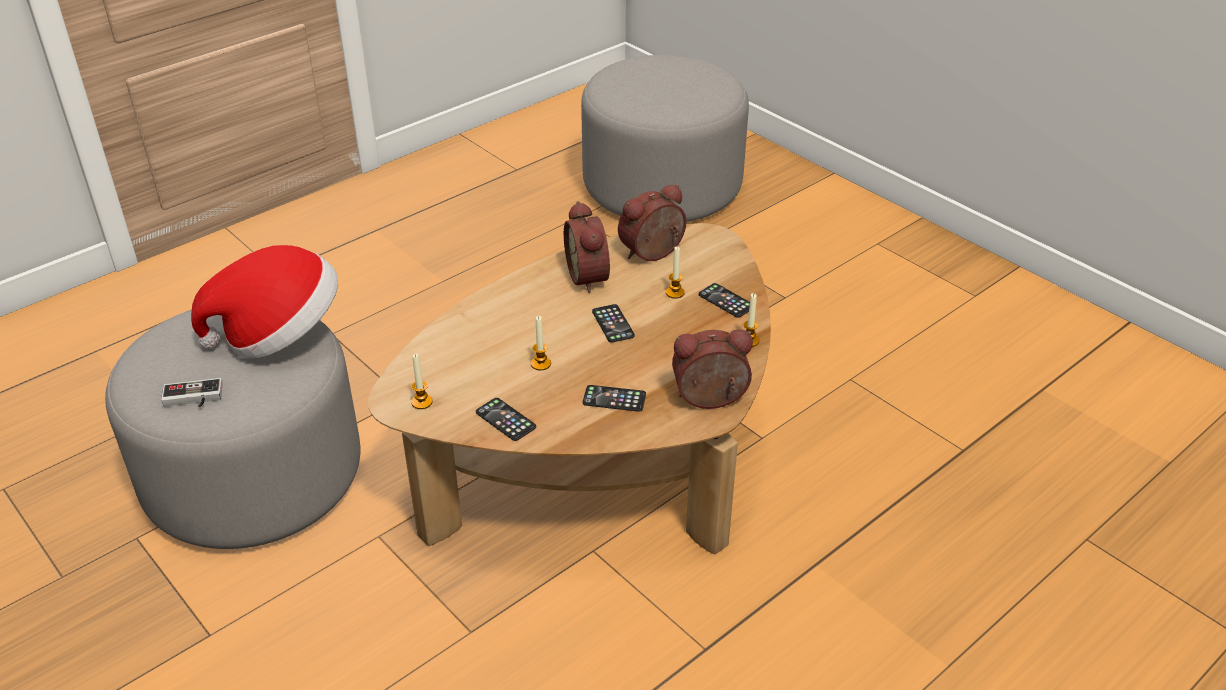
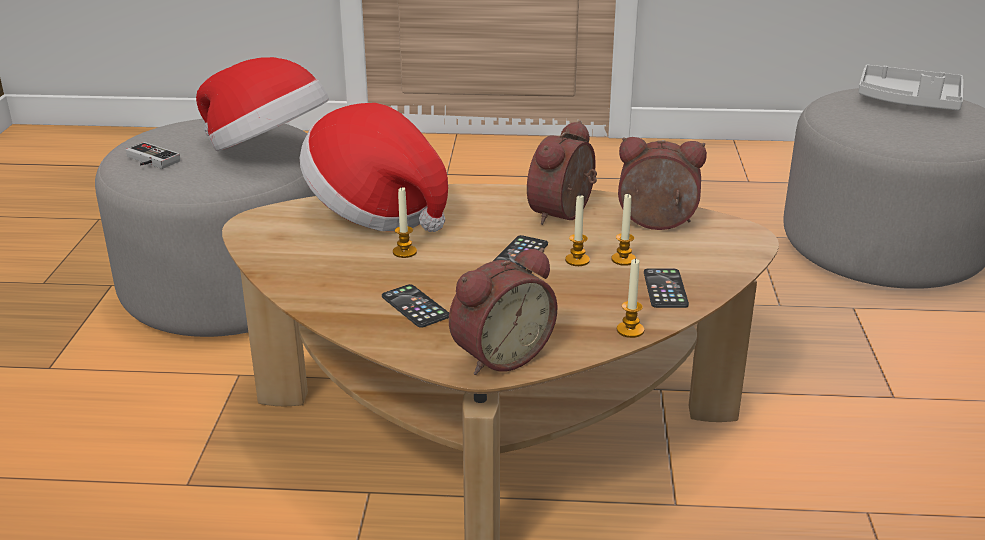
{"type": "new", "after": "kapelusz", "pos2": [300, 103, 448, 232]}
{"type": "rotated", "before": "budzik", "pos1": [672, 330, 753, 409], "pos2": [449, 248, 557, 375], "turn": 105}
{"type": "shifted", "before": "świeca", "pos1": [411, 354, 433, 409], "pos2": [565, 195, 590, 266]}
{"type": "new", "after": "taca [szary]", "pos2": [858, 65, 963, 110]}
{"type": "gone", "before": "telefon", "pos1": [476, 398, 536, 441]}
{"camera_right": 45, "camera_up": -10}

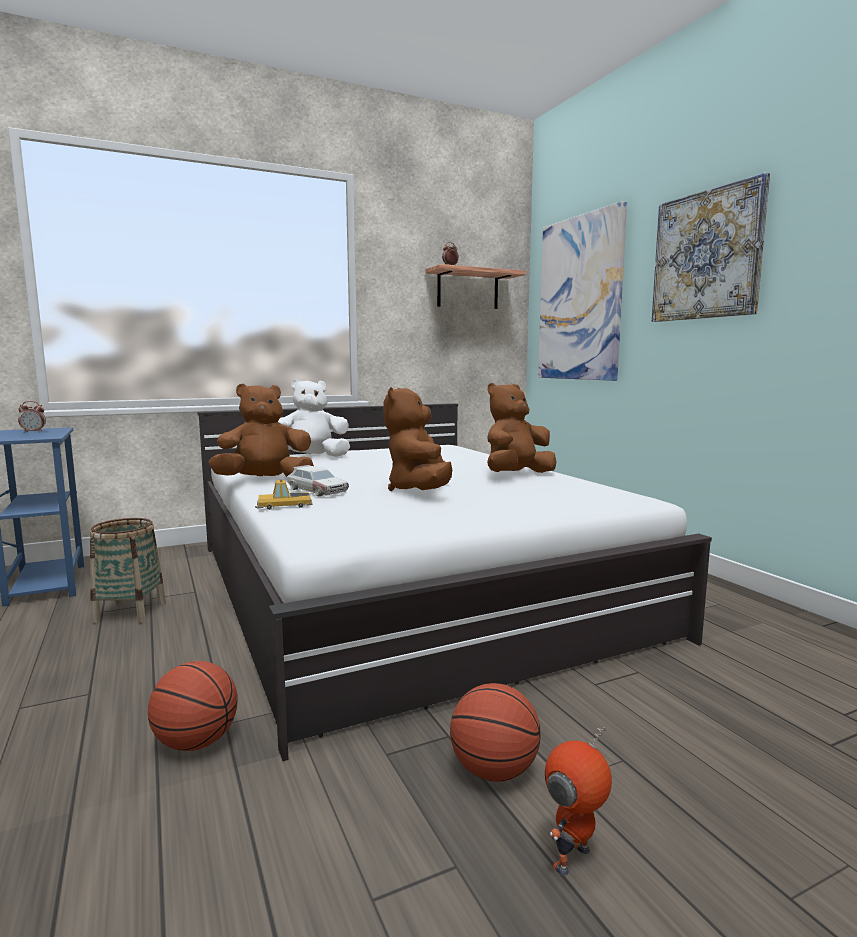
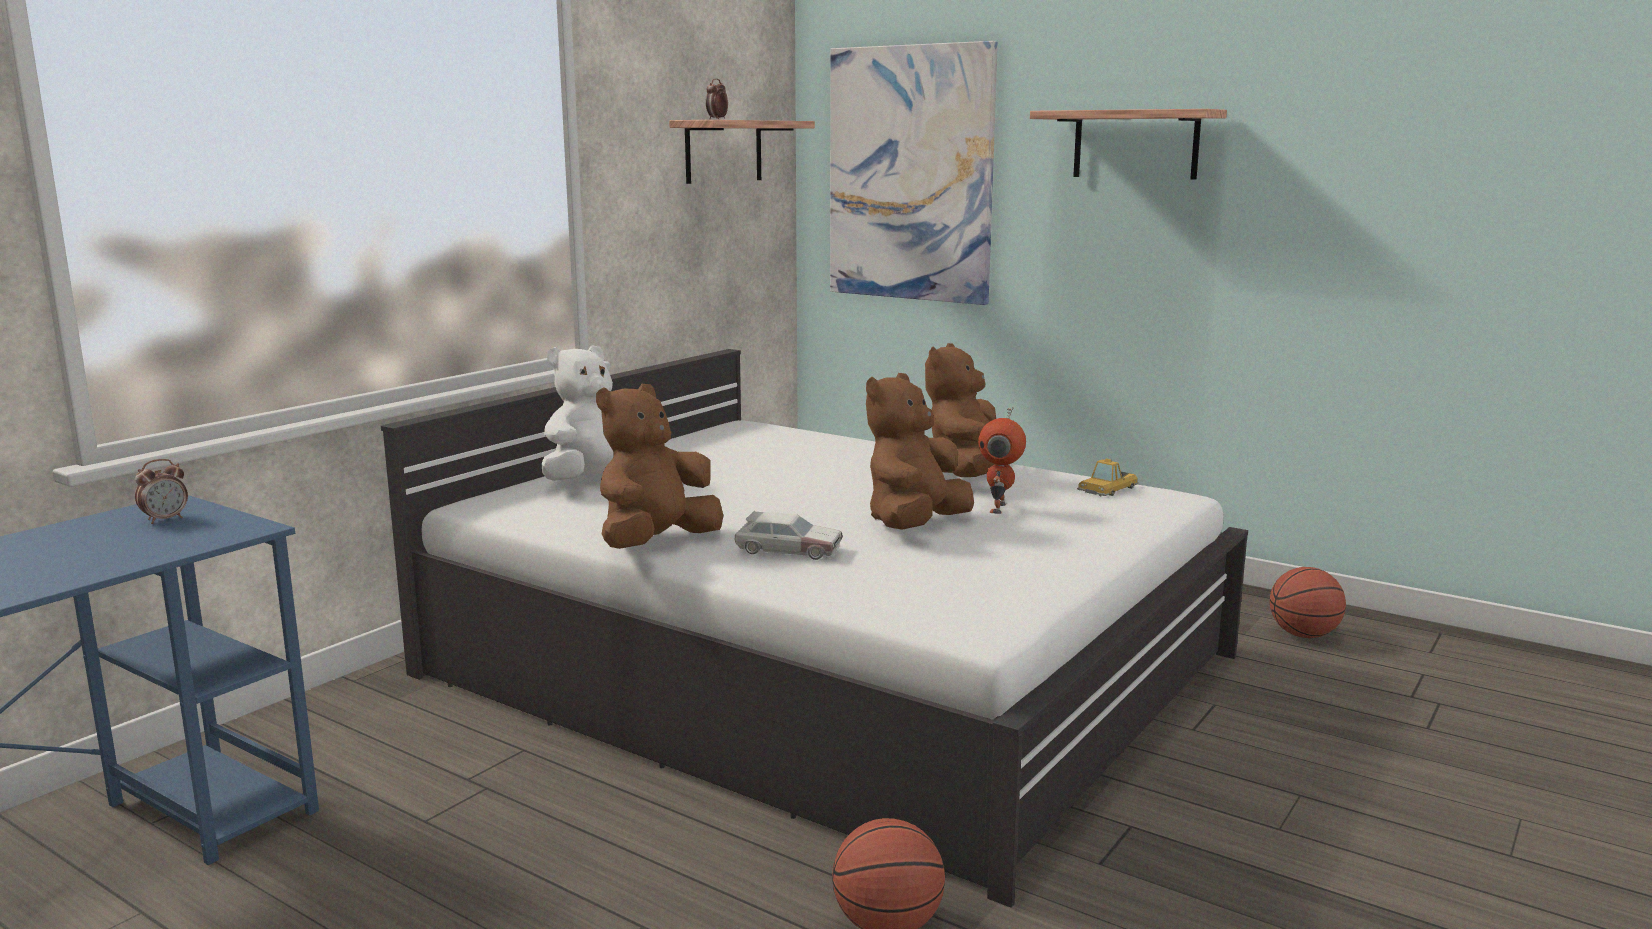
{"type": "rotated", "before": "pluszak [brązowy]", "pos1": [383, 387, 452, 491], "pos2": [866, 373, 974, 530], "turn": 60}
{"type": "shifted", "before": "robot zabawkowy", "pos1": [545, 727, 612, 876], "pos2": [978, 407, 1026, 514]}
{"type": "swapped", "before": "obraz", "after": "półka", "pos1": [652, 172, 770, 322], "pos2": [1030, 109, 1227, 179]}
{"type": "shifted", "before": "samochodzik", "pos1": [255, 479, 312, 510], "pos2": [1077, 458, 1139, 496]}
{"type": "shifted", "before": "piłka do koszykówki", "pos1": [450, 683, 541, 782], "pos2": [1270, 567, 1346, 638]}
{"type": "gone", "before": "koszyk", "pos1": [90, 518, 166, 623]}
{"camera_right": -30, "camera_up": 5}

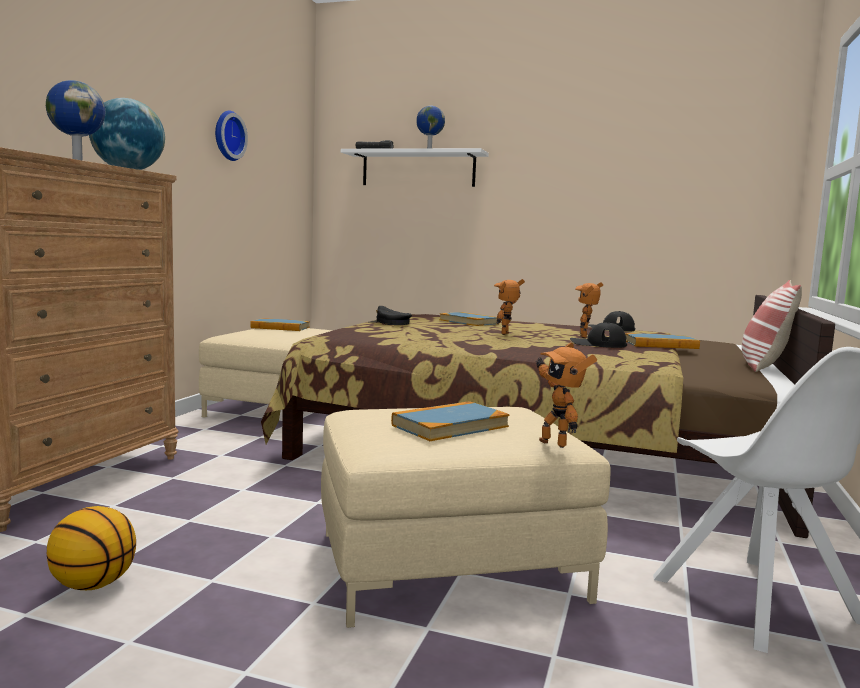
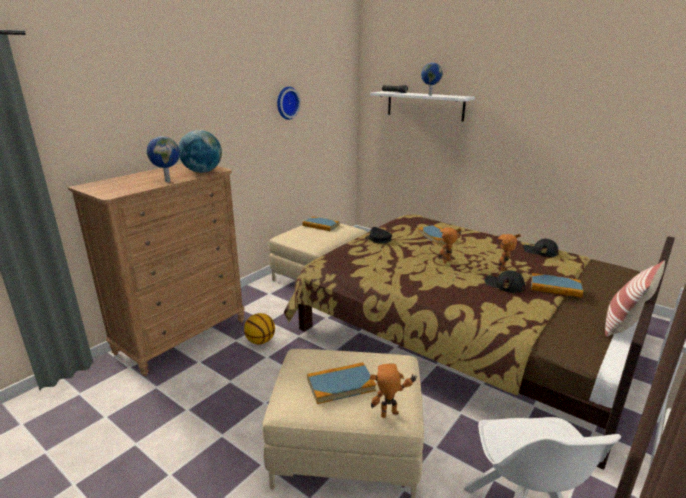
{"type": "shifted", "before": "piłka do koszykówki", "pos1": [47, 506, 136, 590], "pos2": [244, 313, 275, 345]}
{"type": "rotated", "before": "robot zabawkowy", "pos1": [536, 342, 597, 448], "pos2": [370, 363, 417, 418], "turn": 90}
{"camera_right": 20, "camera_up": 15}

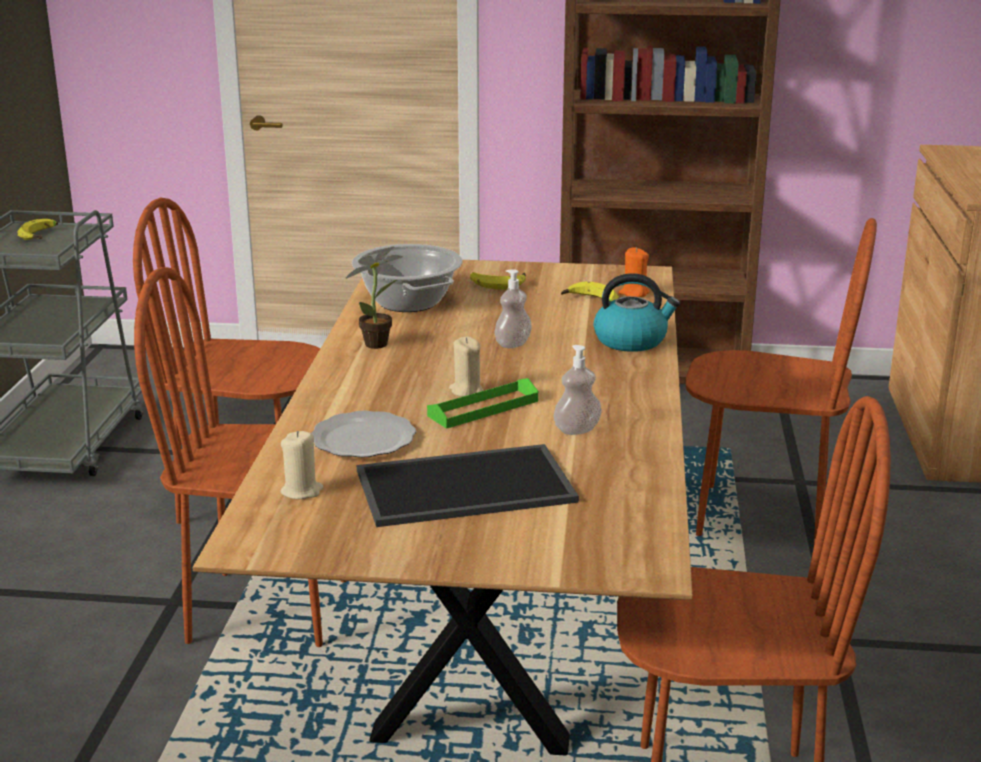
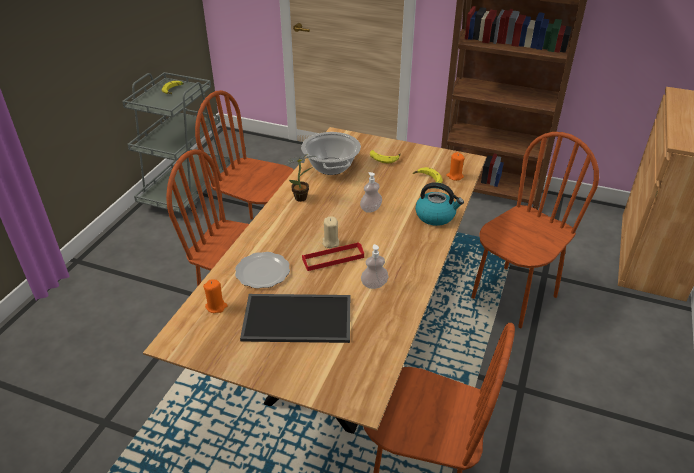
{"type": "repainted", "before": "świeca [beżowy]", "after": "świeca [pomarańczowy]", "pos1": [280, 431, 323, 499], "pos2": [203, 280, 228, 313]}
{"type": "repainted", "before": "taca [zielony]", "after": "taca [czerwony]", "pos1": [427, 378, 538, 429], "pos2": [302, 242, 364, 271]}
{"type": "rotated", "before": "krzesło [brązowy]", "pos1": [686, 218, 877, 544], "pos2": [471, 132, 599, 328], "turn": -75}
{"camera_right": 15, "camera_up": 15}

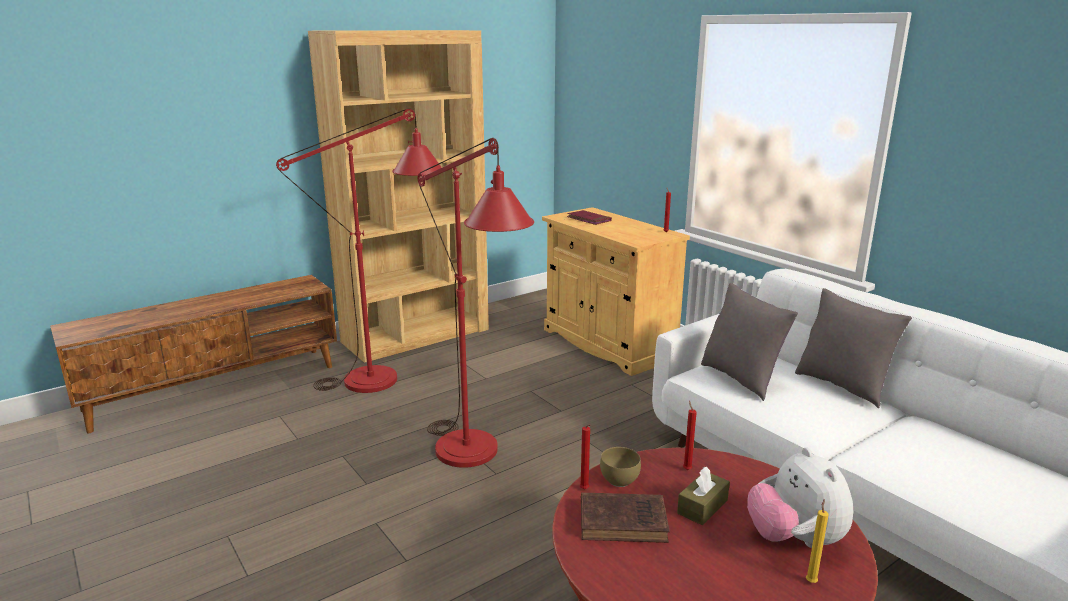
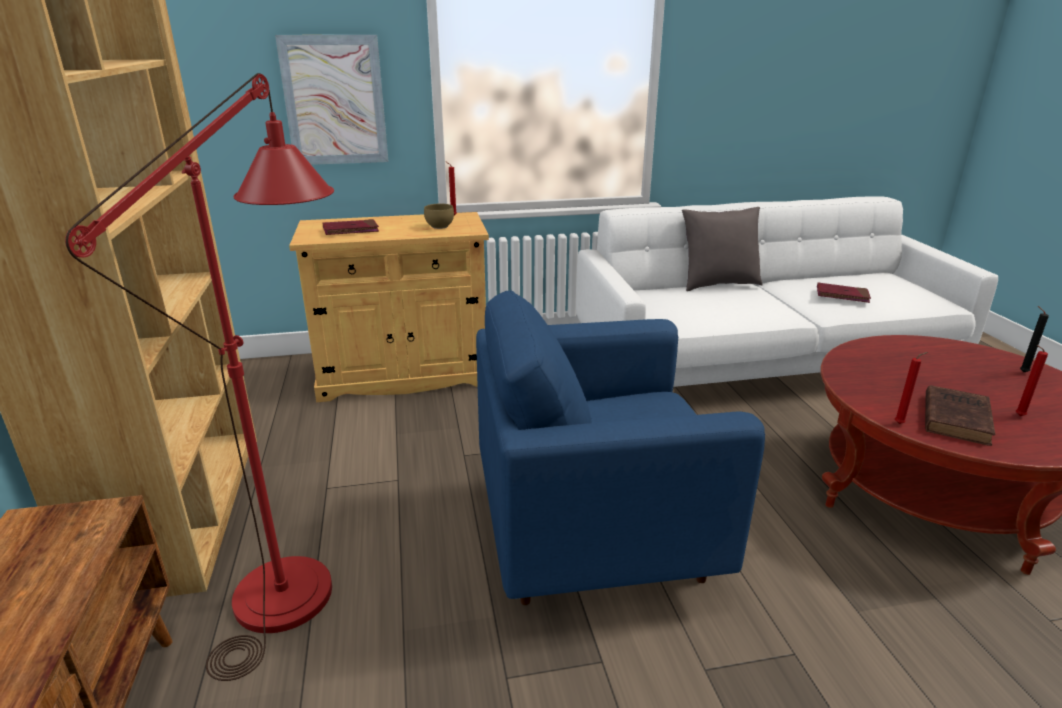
{"type": "new", "after": "obraz", "pos2": [275, 35, 389, 165]}
{"type": "shifted", "before": "miska [brązowy]", "pos1": [600, 447, 641, 487], "pos2": [424, 204, 454, 229]}
{"type": "swapped", "before": "lampa stojąca [czerwony]", "after": "fotel [niebieski]", "pos1": [418, 138, 534, 468], "pos2": [476, 290, 765, 605]}
{"type": "new", "after": "książka [czerwony]", "pos2": [817, 283, 871, 303]}
{"type": "shifted", "before": "świeca [czerwony]", "pos1": [683, 401, 697, 470], "pos2": [1016, 345, 1048, 416]}
{"type": "repainted", "before": "świeca [żółty]", "after": "świeca [czarny]", "pos1": [806, 499, 829, 583], "pos2": [1020, 306, 1049, 372]}
{"type": "gone", "before": "pudełko chusteczek [brązowy]", "pos1": [677, 467, 730, 525]}
{"type": "gone", "before": "poduszka [szary]", "pos1": [701, 283, 798, 401]}
{"type": "gone", "before": "pluszak", "pos1": [747, 447, 853, 548]}
{"camera_right": -65, "camera_up": 5}

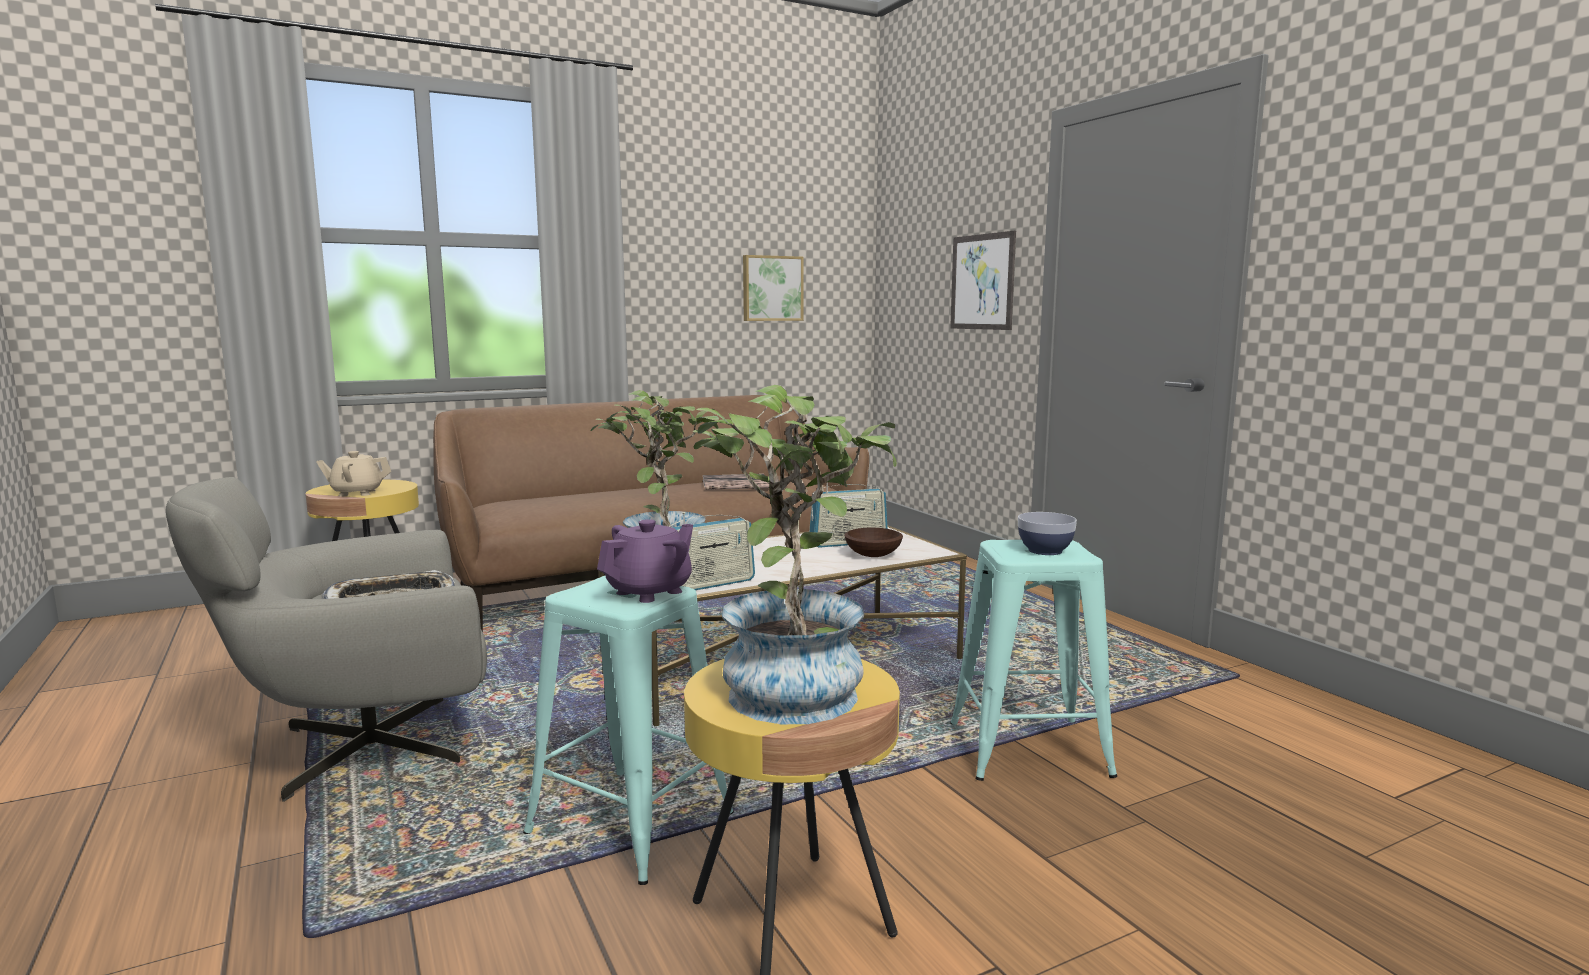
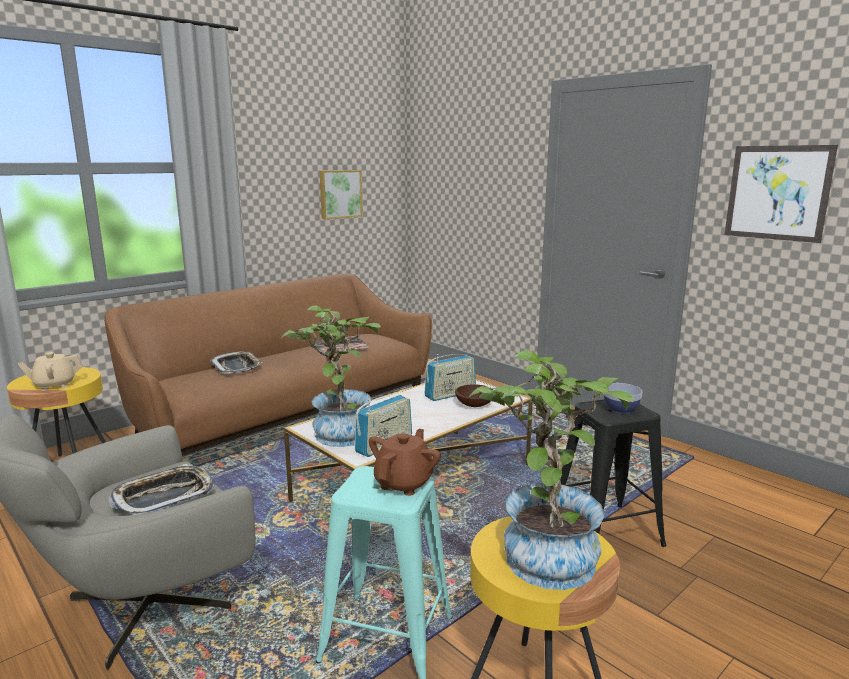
{"type": "new", "after": "taca", "pos2": [210, 351, 263, 374]}
{"type": "repainted", "before": "imbryk [fioletowy]", "after": "imbryk [brązowy]", "pos1": [597, 519, 693, 603], "pos2": [369, 429, 441, 496]}
{"type": "repainted", "before": "stołek [turkusowy]", "after": "stołek [czarny]", "pos1": [950, 540, 1117, 781], "pos2": [560, 399, 667, 547]}
{"type": "shifted", "before": "obraz", "pos1": [950, 231, 1016, 330], "pos2": [725, 145, 838, 243]}
{"camera_right": -15, "camera_up": 5}

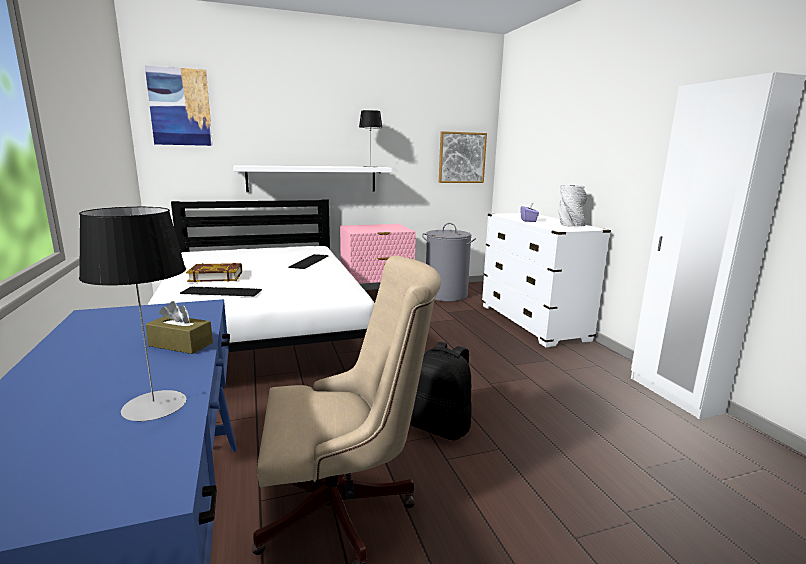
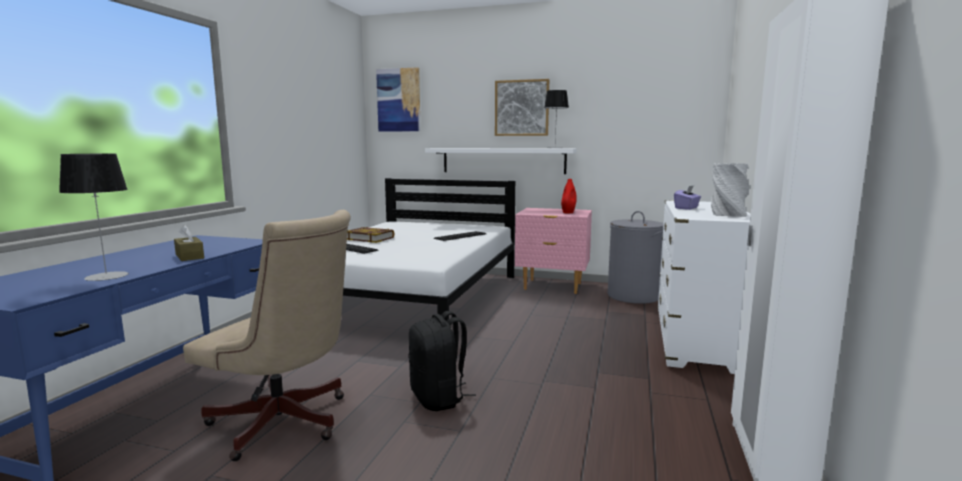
{"type": "shifted", "before": "obraz", "pos1": [439, 131, 487, 183], "pos2": [495, 79, 549, 136]}
{"type": "new", "after": "wazon [czerwony]", "pos2": [561, 179, 577, 214]}
{"camera_right": 35, "camera_up": -5}

